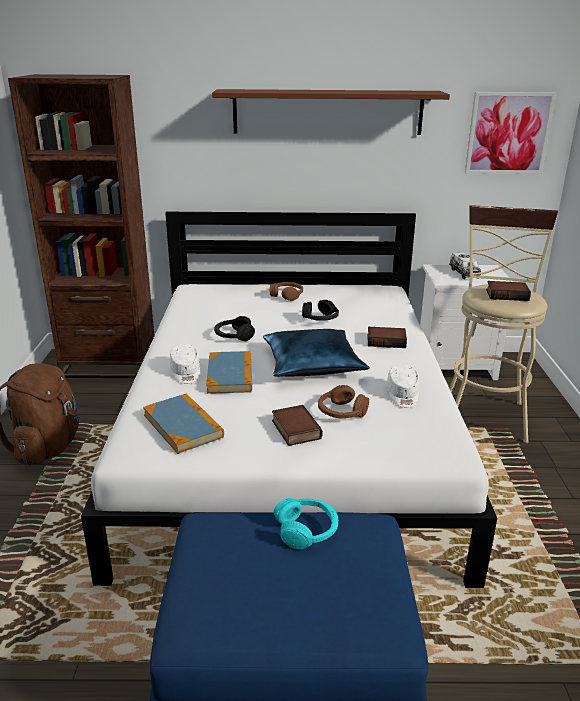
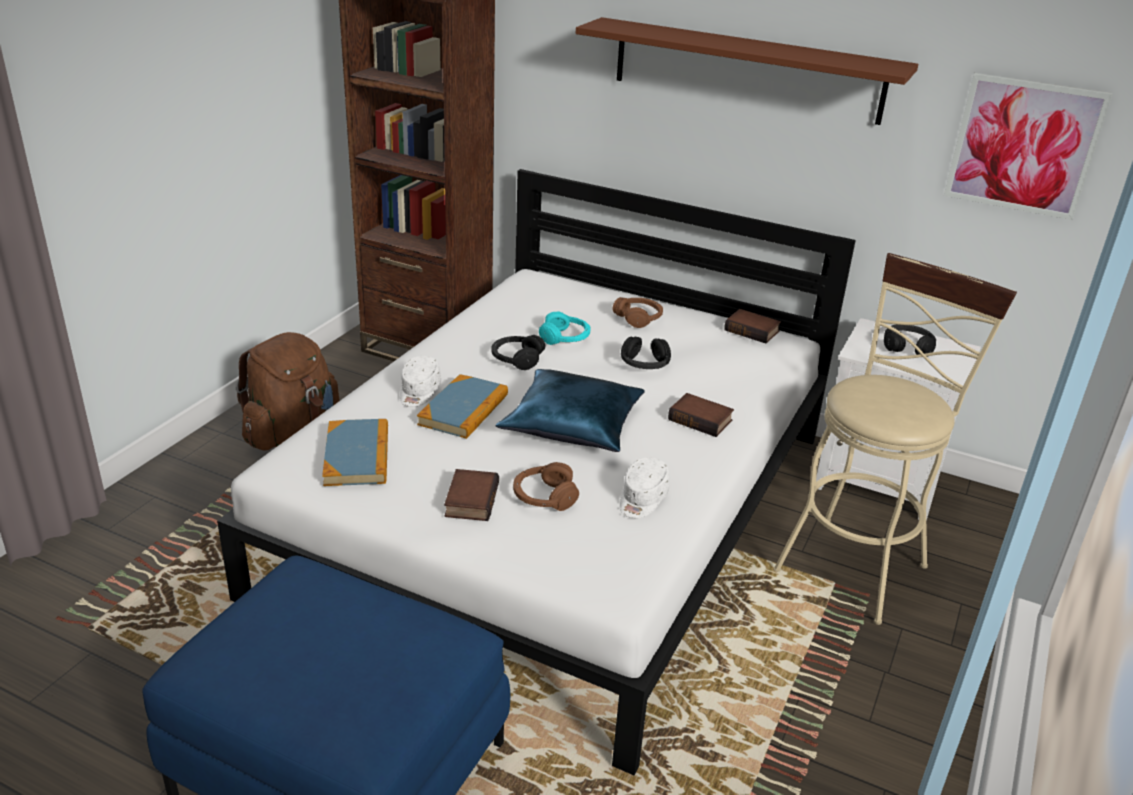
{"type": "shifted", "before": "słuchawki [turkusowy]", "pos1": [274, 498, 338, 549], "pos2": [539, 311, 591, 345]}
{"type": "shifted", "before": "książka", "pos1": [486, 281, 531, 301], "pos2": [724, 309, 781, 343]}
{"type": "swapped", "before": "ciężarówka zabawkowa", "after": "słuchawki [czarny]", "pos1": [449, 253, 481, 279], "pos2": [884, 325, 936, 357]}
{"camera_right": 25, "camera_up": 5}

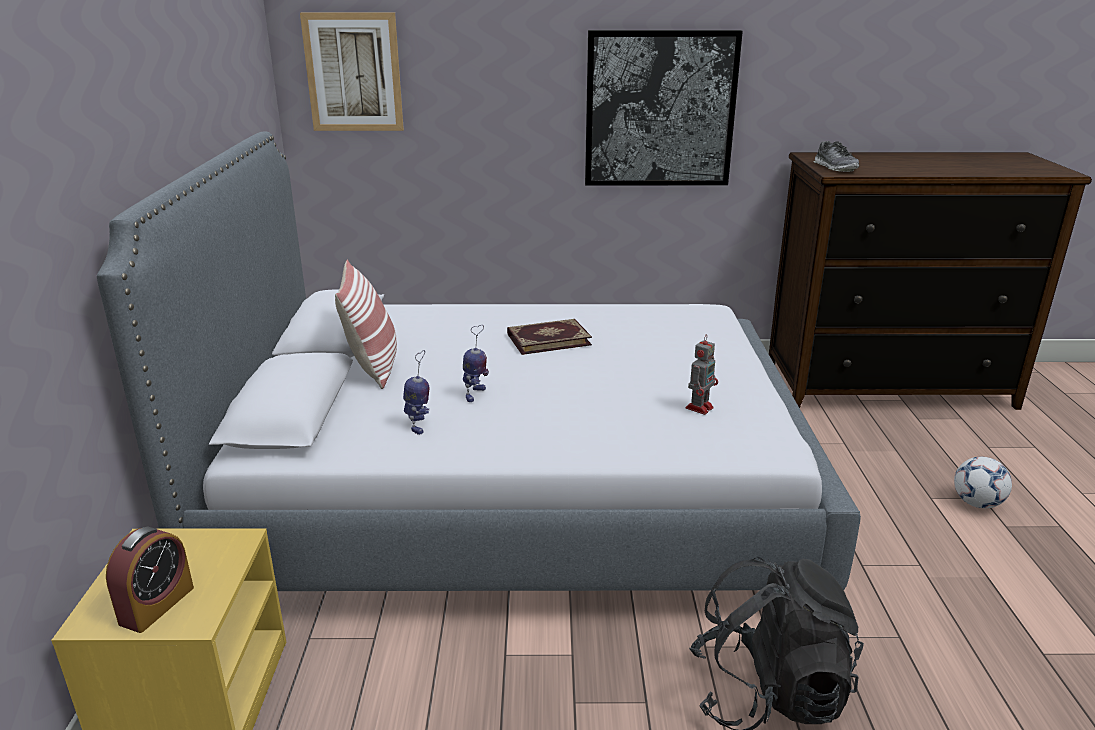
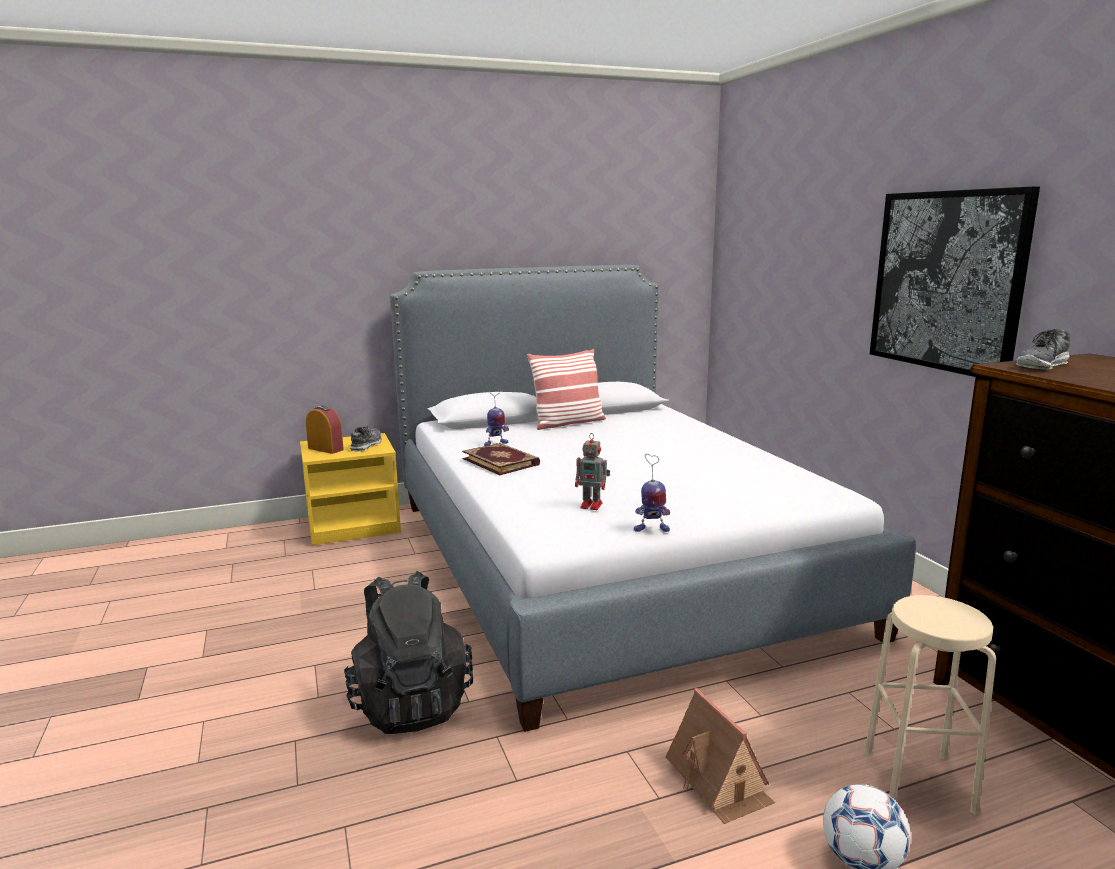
{"type": "rotated", "before": "budzik", "pos1": [106, 526, 194, 633], "pos2": [306, 405, 344, 454], "turn": -150}
{"type": "new", "after": "but", "pos2": [350, 427, 382, 452]}
{"type": "shifted", "before": "książka", "pos1": [507, 319, 592, 355], "pos2": [462, 443, 540, 475]}
{"type": "shifted", "before": "robot zabawkowy", "pos1": [463, 325, 489, 402], "pos2": [634, 454, 670, 532]}
{"type": "new", "after": "domek", "pos2": [666, 688, 775, 824]}
{"type": "new", "after": "stołek [beżowy]", "pos2": [864, 595, 996, 815]}
{"type": "gone", "before": "obraz", "pos1": [300, 13, 404, 131]}
{"camera_right": 70, "camera_up": -10}

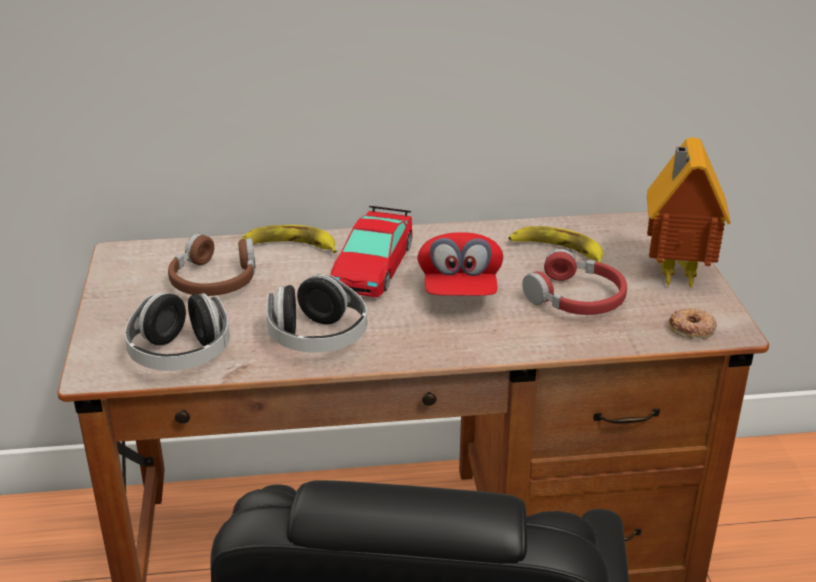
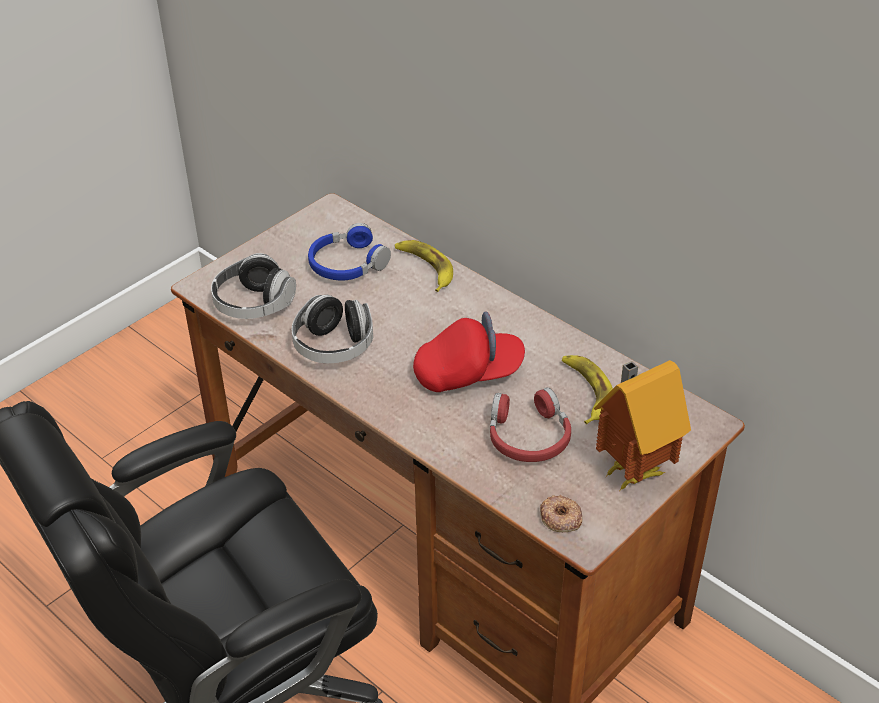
{"type": "repainted", "before": "słuchawki [brązowy]", "after": "słuchawki [niebieski]", "pos1": [168, 234, 255, 296], "pos2": [308, 223, 391, 280]}
{"type": "rotated", "before": "czapka z daszkiem [czerwony]", "pos1": [417, 232, 503, 296], "pos2": [413, 312, 525, 392], "turn": -150}
{"type": "gone", "before": "samochodzik", "pos1": [330, 206, 412, 297]}
{"camera_right": 50, "camera_up": 10}

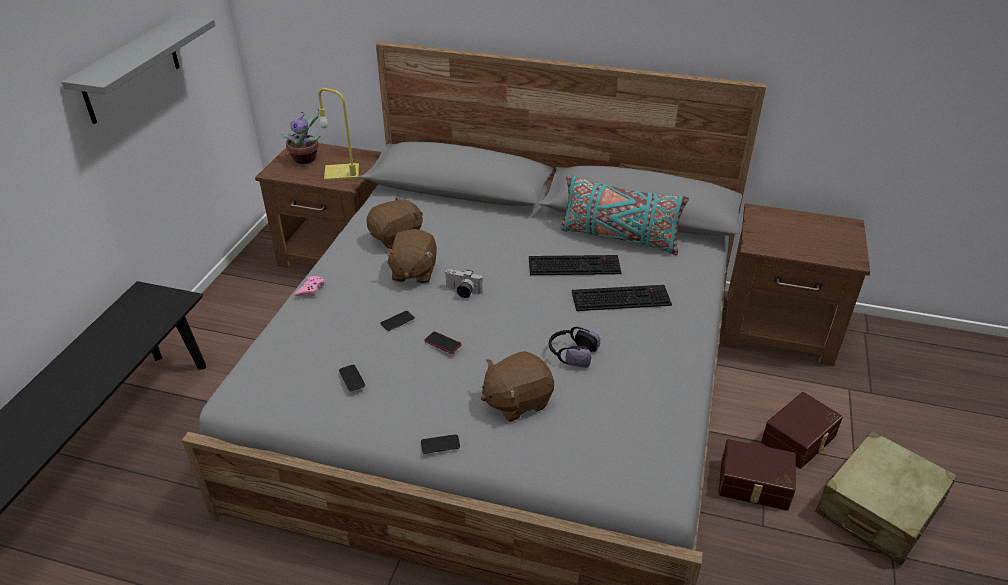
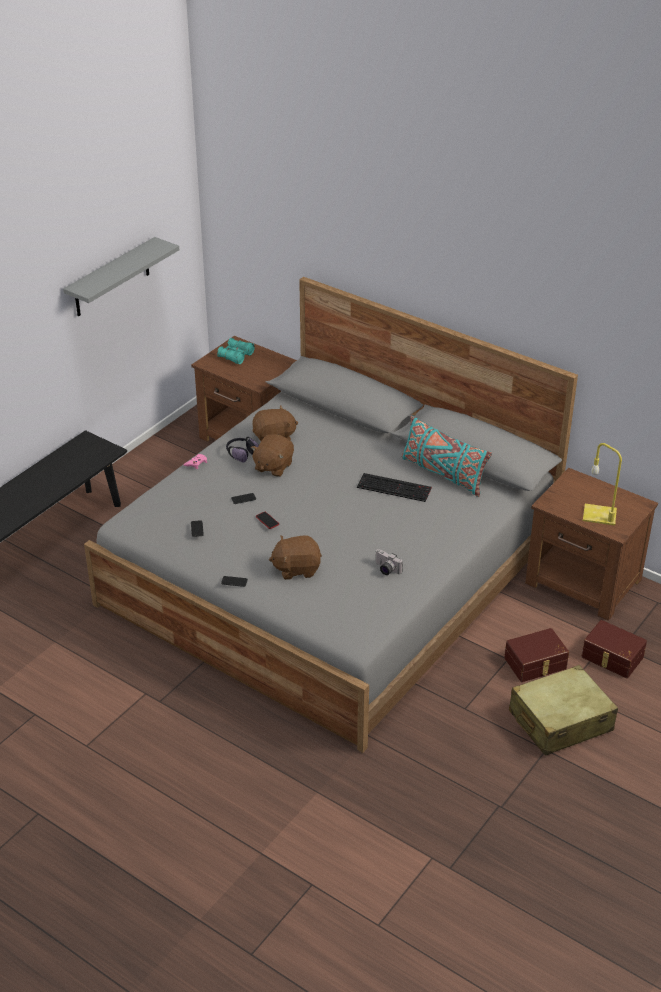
{"type": "swapped", "before": "roślina doniczkowa", "after": "lornetka [turkusowy]", "pos1": [280, 108, 321, 164], "pos2": [217, 338, 255, 364]}
{"type": "shifted", "before": "słuchawki", "pos1": [549, 327, 600, 368], "pos2": [226, 437, 259, 463]}
{"type": "shifted", "before": "aparat fotograficzny", "pos1": [445, 269, 483, 298], "pos2": [376, 549, 403, 575]}
{"type": "shifted", "before": "pojemnik do przechowywania [brązowy]", "pos1": [718, 439, 796, 511], "pos2": [581, 620, 647, 678]}
{"type": "shifted", "before": "lampa stołowa [żółty]", "pos1": [318, 88, 359, 181], "pos2": [583, 443, 622, 525]}
{"type": "gone", "before": "klawiatura", "pos1": [572, 285, 672, 311]}
{"camera_right": 20, "camera_up": 0}

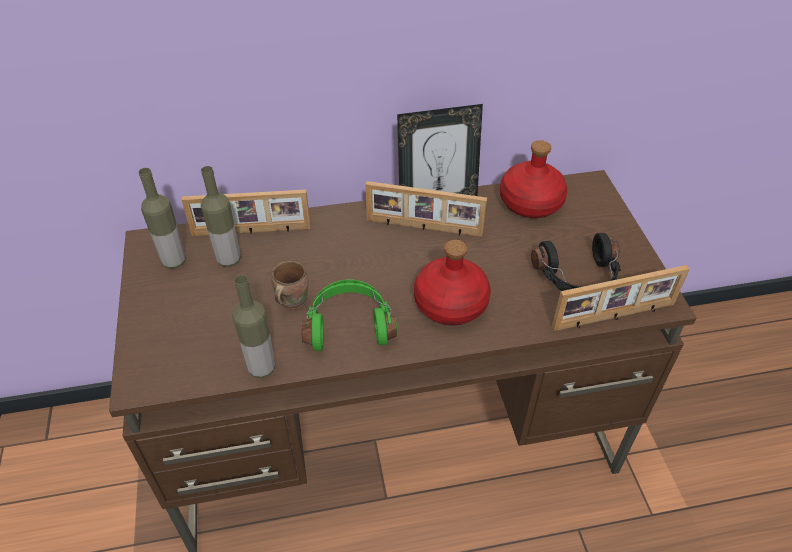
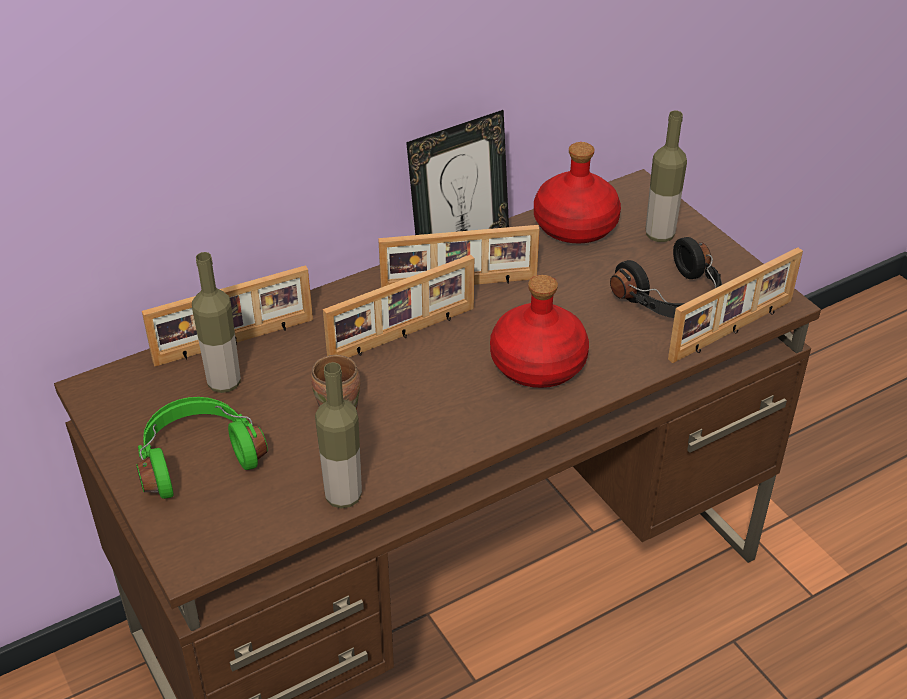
{"type": "shifted", "before": "słuchawki [zielony]", "pos1": [301, 279, 397, 351], "pos2": [136, 397, 268, 499]}
{"type": "new", "after": "ramka na zdjęcie", "pos2": [323, 254, 474, 358]}
{"type": "shifted", "before": "butelka", "pos1": [139, 168, 185, 269], "pos2": [646, 111, 687, 242]}
{"camera_right": -20, "camera_up": -5}

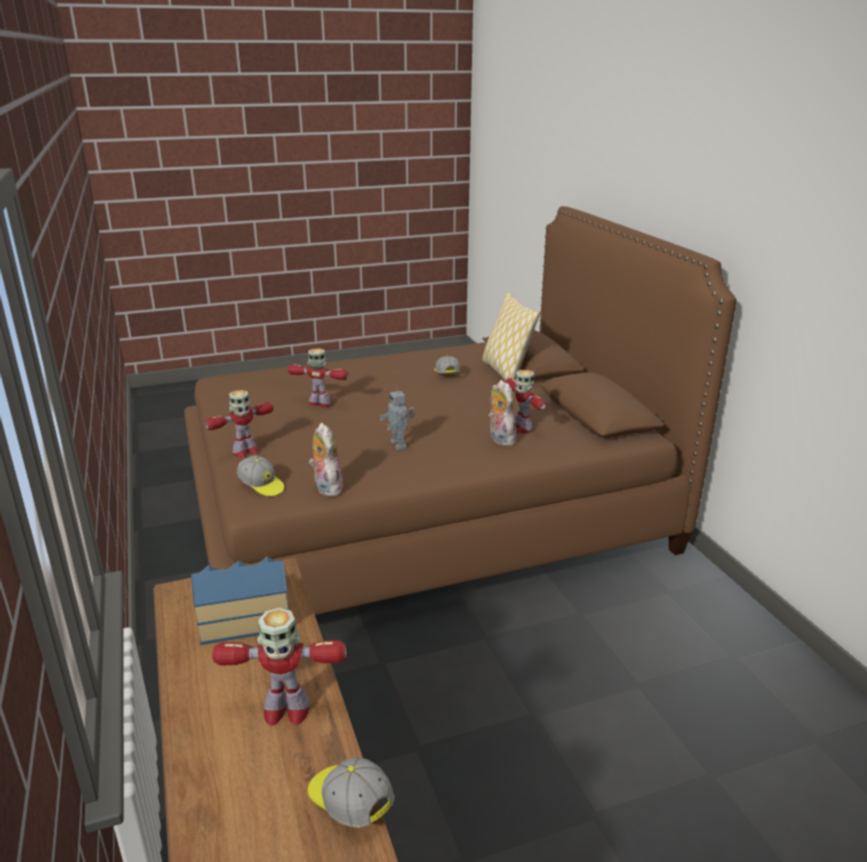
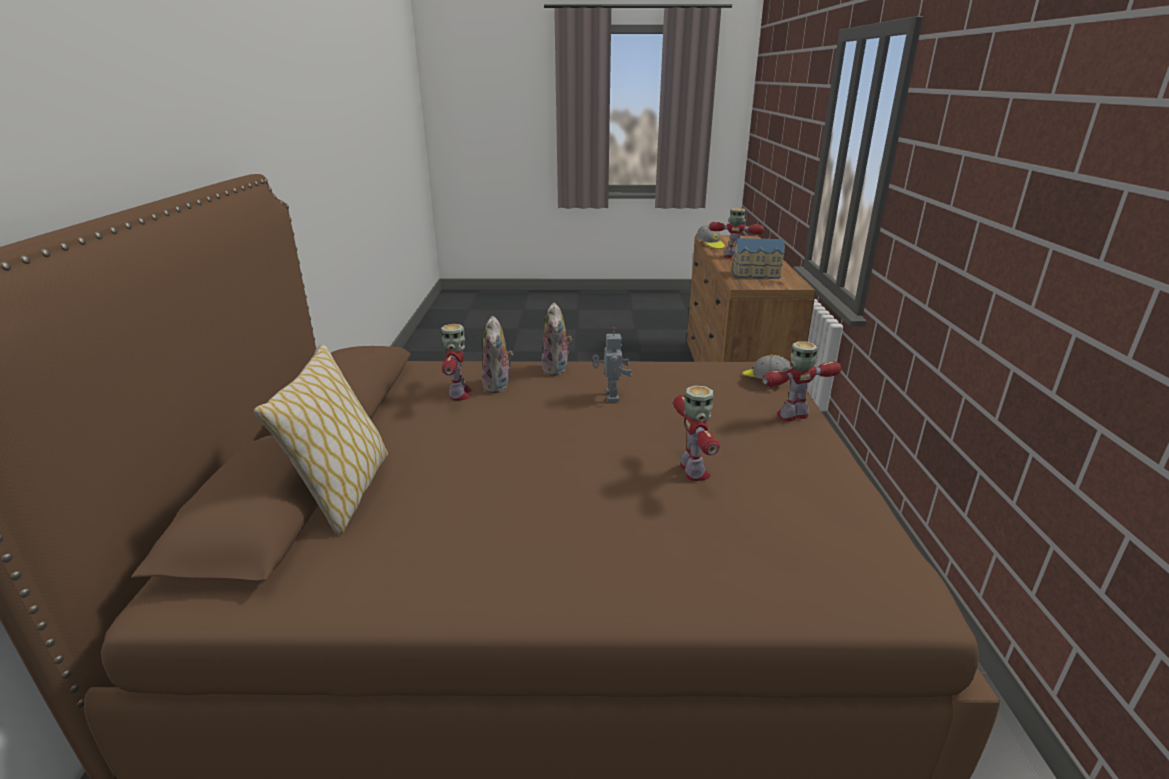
{"type": "shifted", "before": "pluszak", "pos1": [309, 423, 343, 496], "pos2": [542, 303, 572, 376]}
{"type": "rotated", "before": "robot zabawkowy", "pos1": [287, 348, 349, 407], "pos2": [673, 385, 720, 481], "turn": -135}
{"type": "gone", "before": "czapka z daszkiem", "pos1": [434, 356, 460, 373]}
{"camera_right": -160, "camera_up": 0}

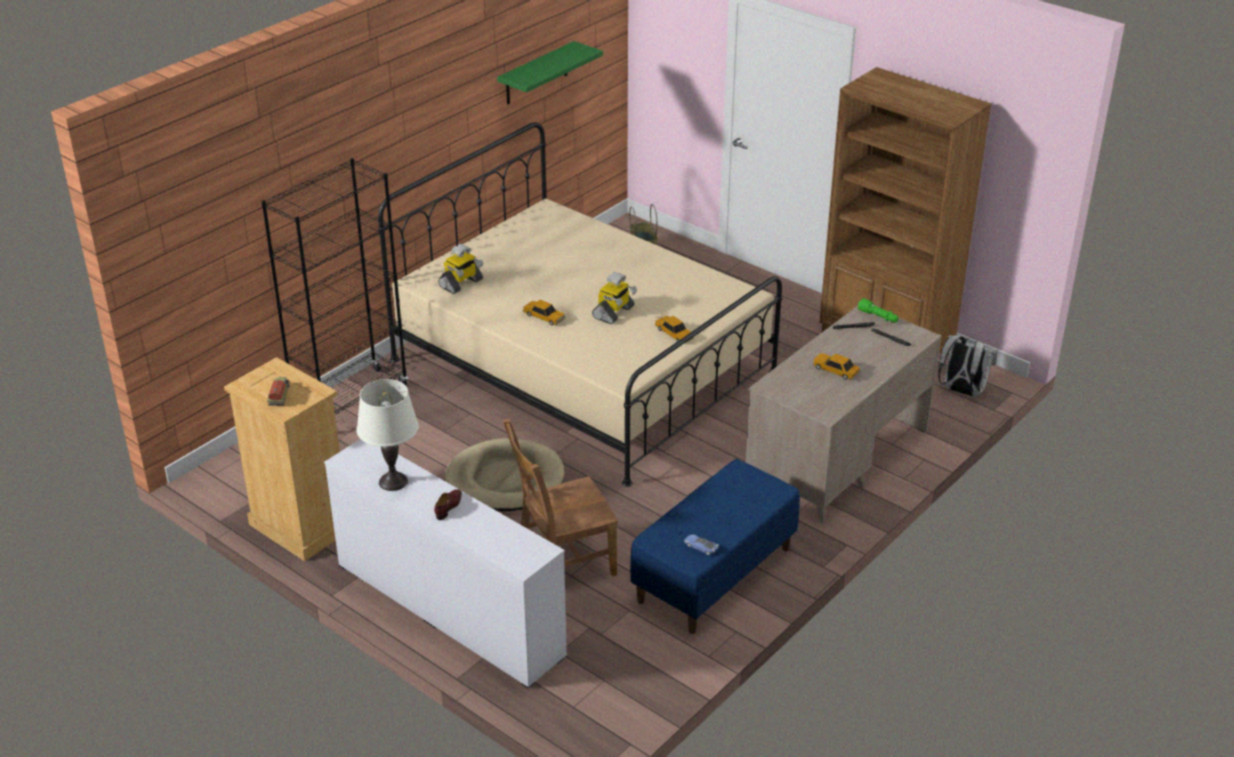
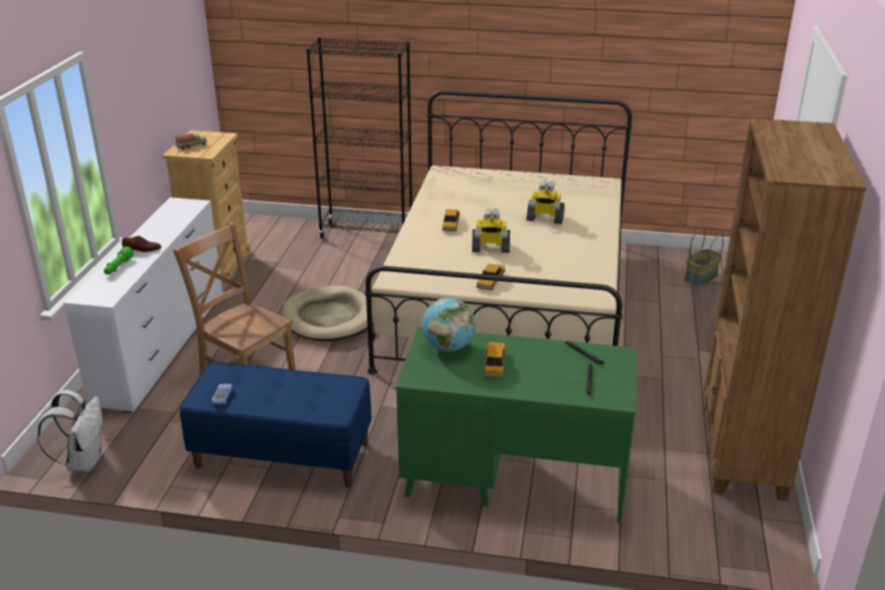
{"type": "shifted", "before": "plecak [biały]", "pos1": [938, 335, 997, 397], "pos2": [37, 390, 103, 472]}
{"type": "shifted", "before": "latarka [zielony]", "pos1": [858, 298, 899, 323], "pos2": [104, 246, 134, 275]}
{"type": "repainted", "before": "biurko [beżowy]", "after": "biurko [zielony]", "pos1": [746, 306, 941, 523], "pos2": [395, 327, 636, 523]}
{"type": "new", "after": "globus", "pos2": [422, 298, 476, 351]}
{"type": "shifted", "before": "robot zabawkowy", "pos1": [438, 244, 483, 294], "pos2": [526, 181, 565, 224]}
{"type": "gone", "before": "lampa stołowa [biały]", "pos1": [356, 379, 419, 491]}
{"type": "gone", "before": "półka [zielony]", "pos1": [497, 41, 603, 104]}
{"camera_right": 60, "camera_up": -5}

